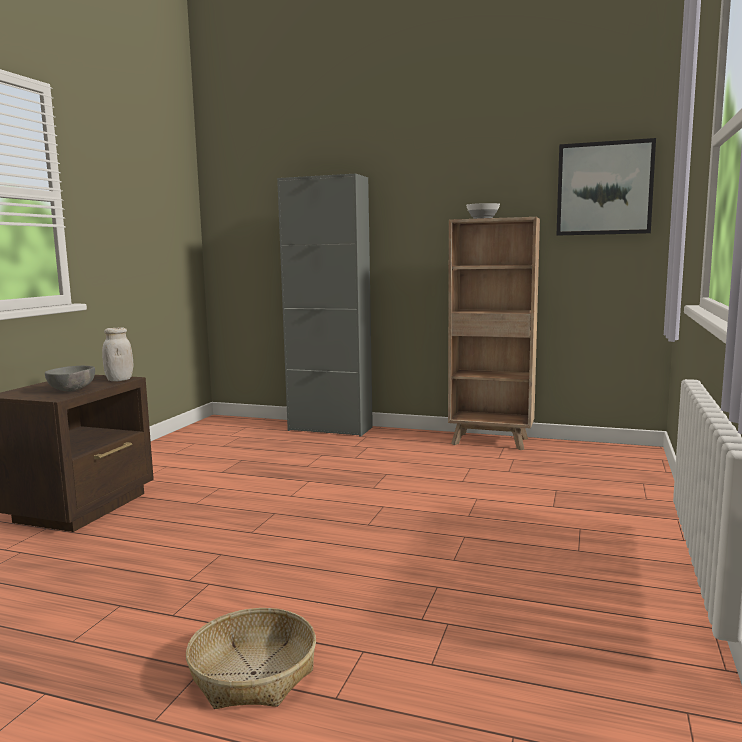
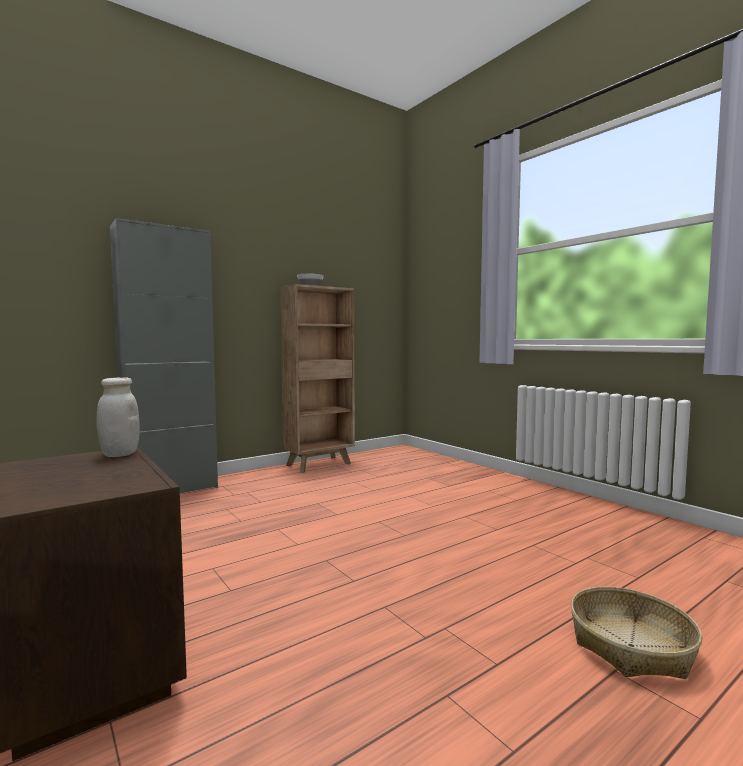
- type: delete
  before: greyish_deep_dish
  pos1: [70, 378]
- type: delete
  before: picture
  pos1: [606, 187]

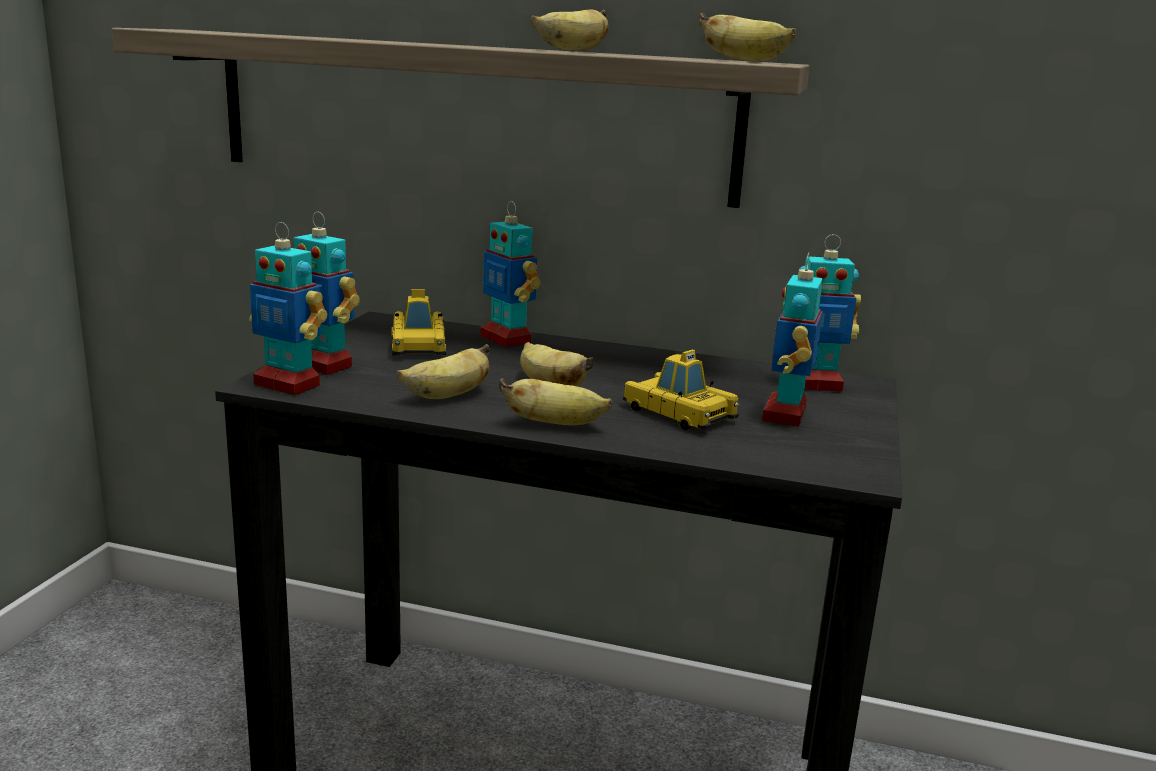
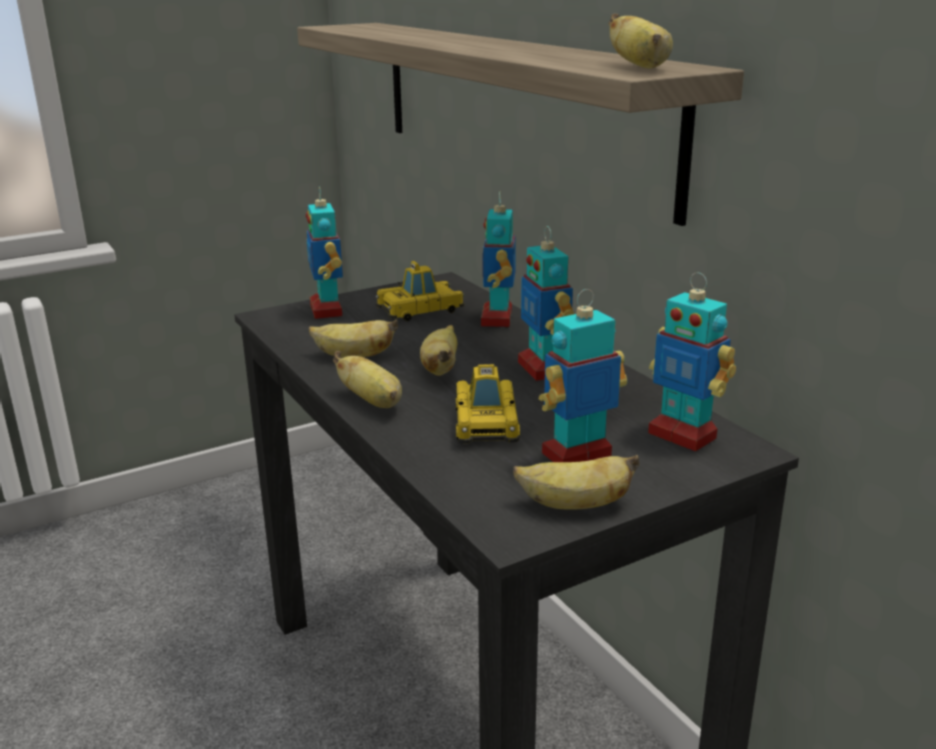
- type: move
  before: model_robot
  pos1: [288, 308]
  pos2: [546, 303]
- type: move
  before: whole_banana
  pos1: [570, 30]
  pos2: [576, 482]
- type: rotate
  before: miniature_car
  pos1: [419, 322]
  pos2: [420, 291]
  turn: -150

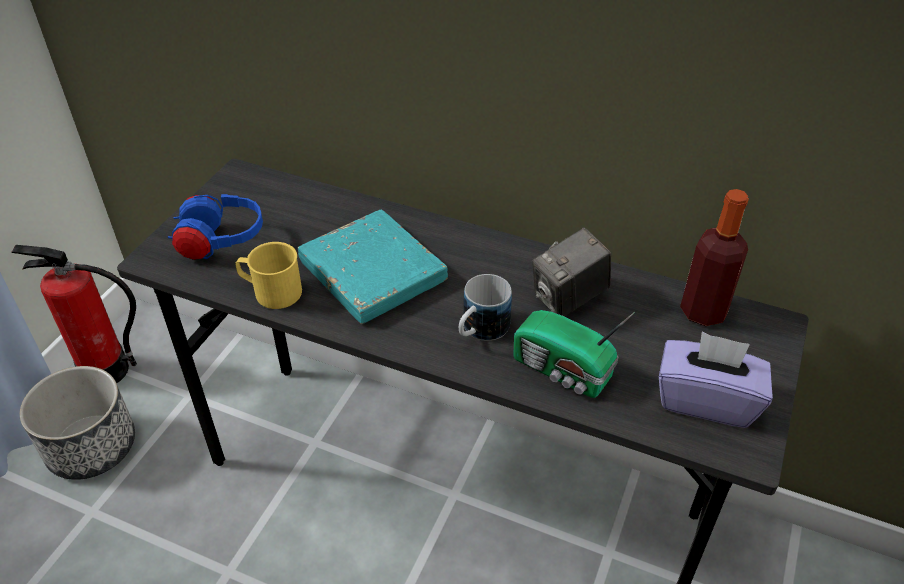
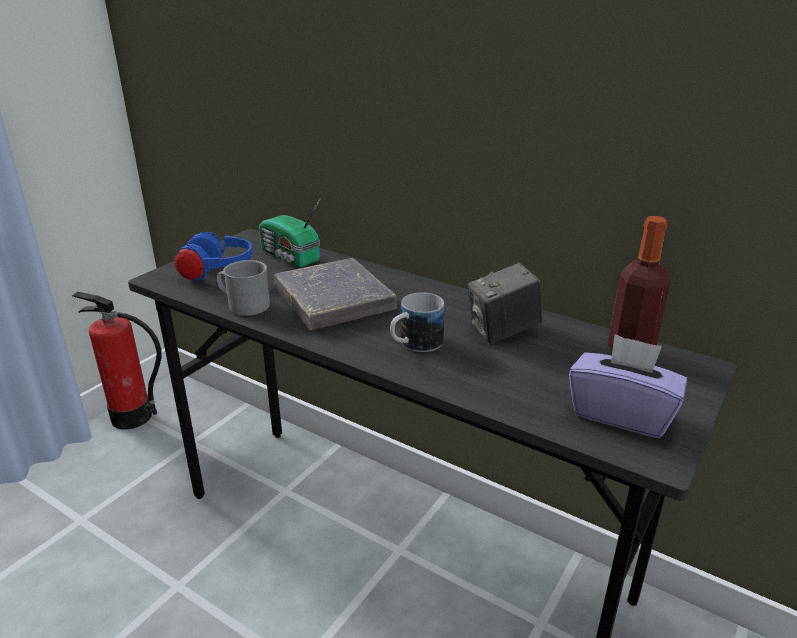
- type: delete
  before: plant_pot
  pos1: [77, 423]
- type: move
  before: radio_set
  pos1: [574, 354]
  pos2: [290, 232]
- type: recolor
  before: yellow-coloured_coffee_mug
  after: greyish_coffee_mug
  pos1: [268, 275]
  pos2: [243, 288]
- type: recolor
  before: turquoise_bound_book
  after: greyish_bound_book
  pos1: [373, 266]
  pos2: [335, 294]

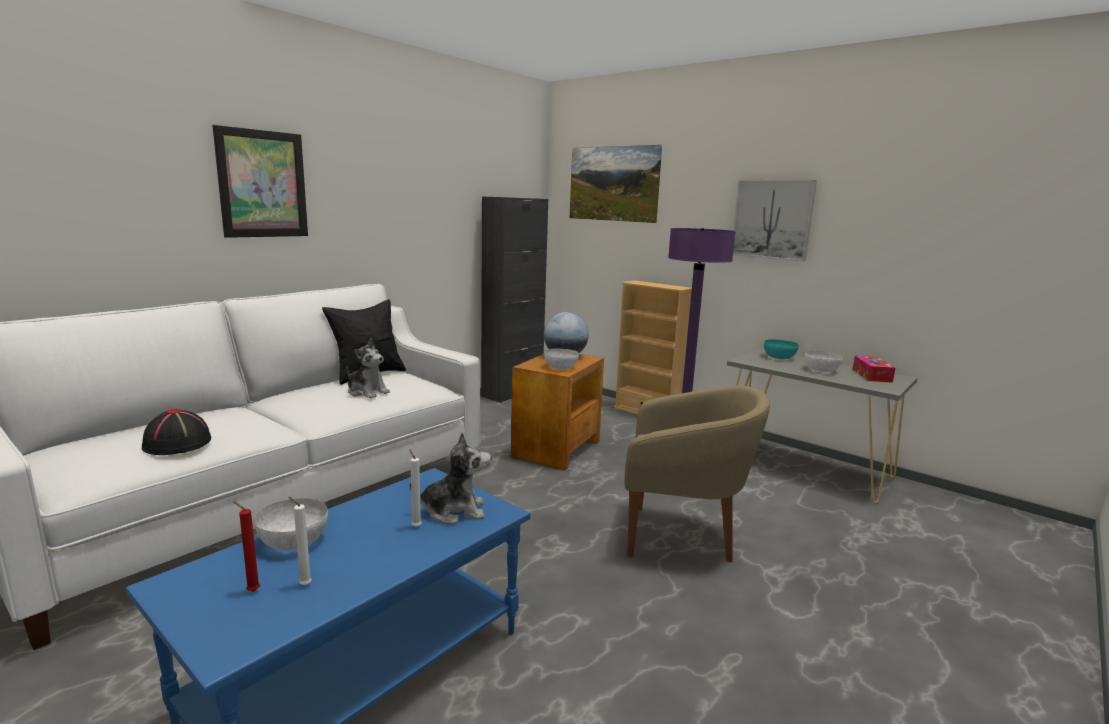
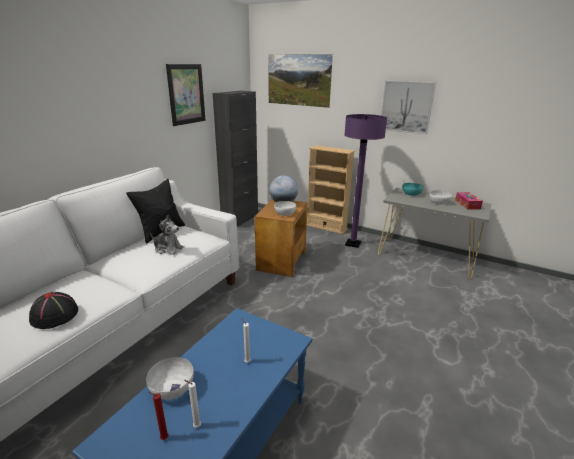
- type: delete
  before: plush_toy
  pos1: [450, 478]
- type: delete
  before: beige-coloured_armchair
  pos1: [697, 474]
- type: move
  before: picture
  pos1: [260, 181]
  pos2: [186, 95]

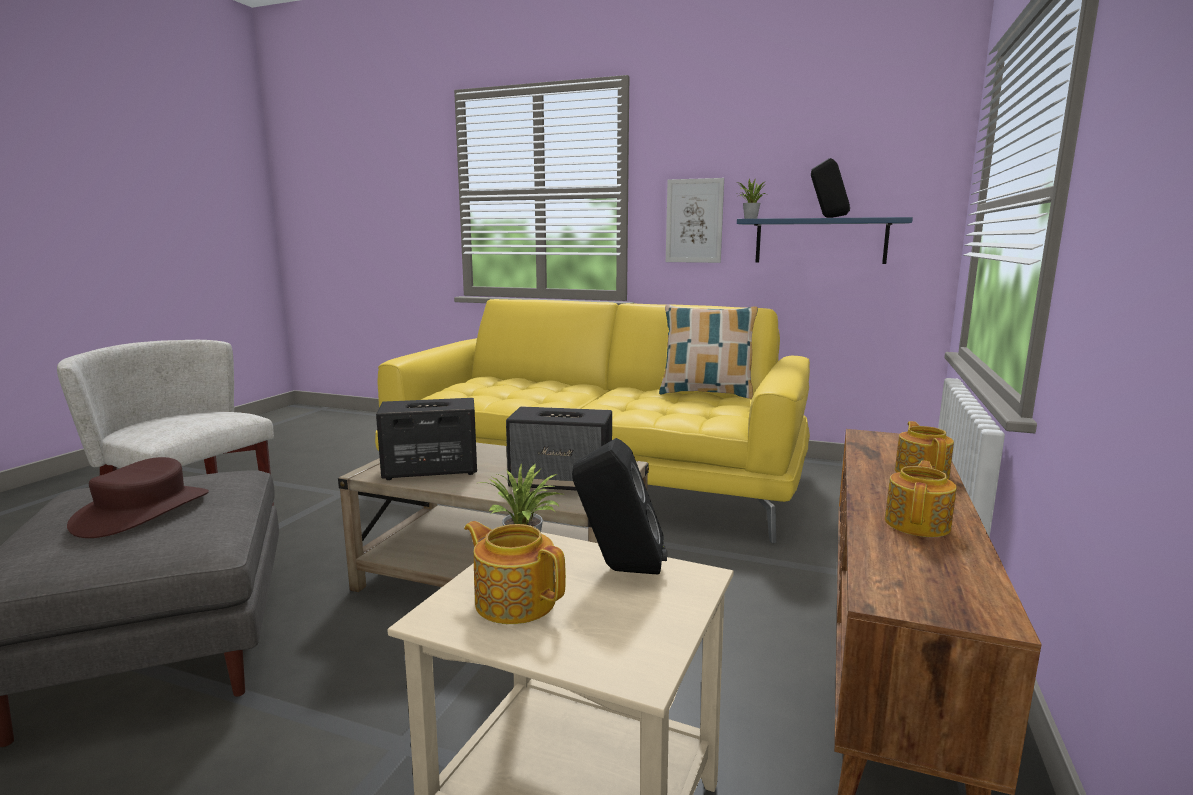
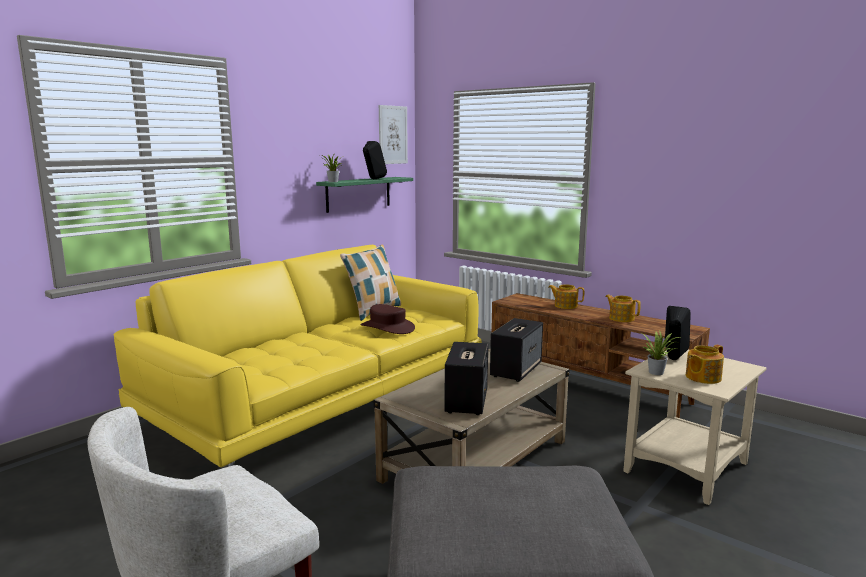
- type: move
  before: brown-coloured_hat
  pos1: [138, 497]
  pos2: [387, 319]
- type: move
  before: picture
  pos1: [695, 220]
  pos2: [393, 134]
- type: recolor
  before: blue_shelf
  after: green-coloured_shelf
  pos1: [825, 240]
  pos2: [364, 195]

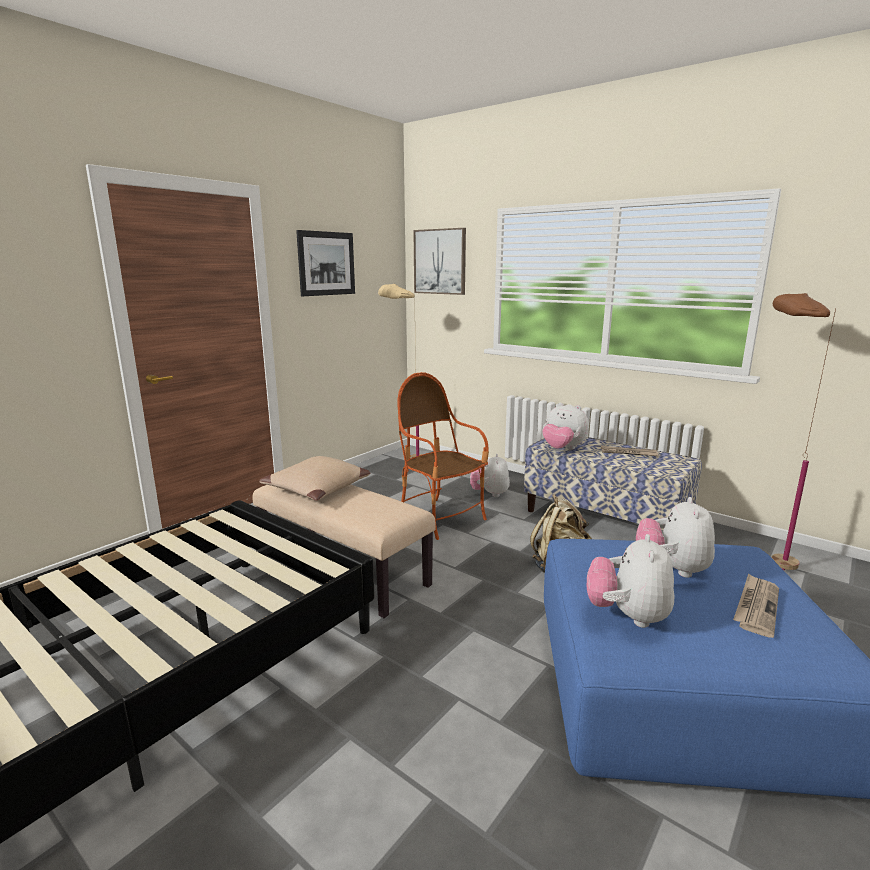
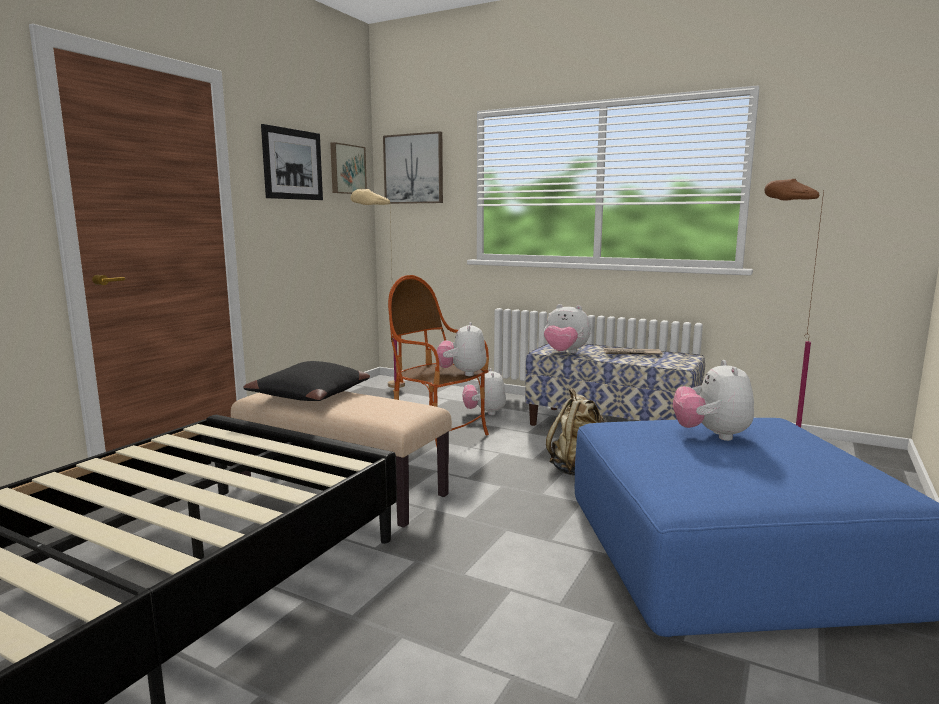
- type: delete
  before: newspaper
  pos1: [756, 605]
- type: insert
  after: picture
  pos2: [348, 168]
- type: move
  before: plush_toy
  pos1: [630, 581]
  pos2: [461, 349]
- type: recolor
  before: beige-coloured_cushion
  after: black_cushion
  pos1: [314, 478]
  pos2: [306, 381]

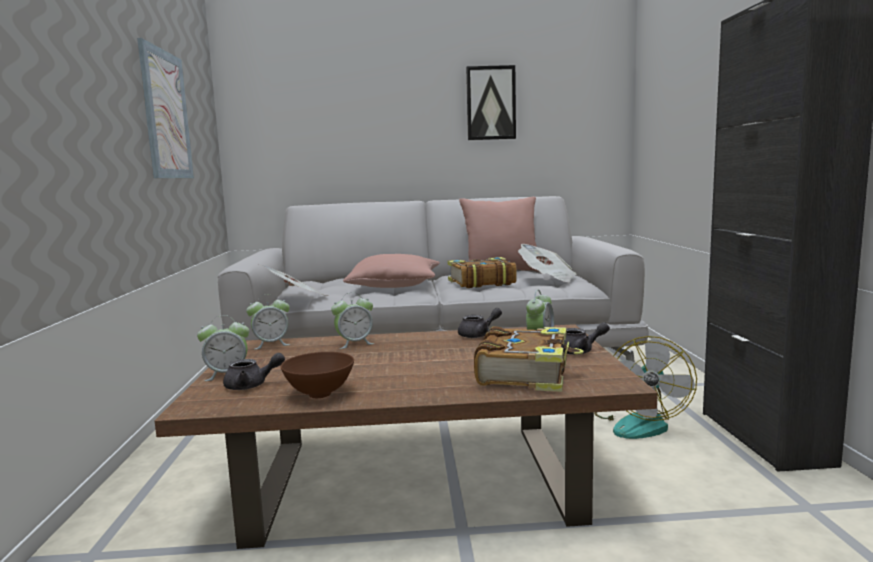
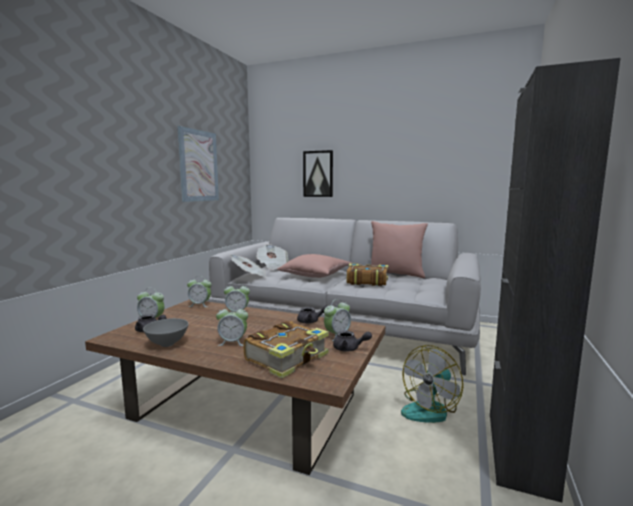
- type: insert
  after: bedside_clock
  pos2: [232, 325]
- type: move
  before: picture
  pos1: [491, 102]
  pos2: [318, 173]
- type: move
  before: newspaper
  pos1: [547, 263]
  pos2: [272, 257]
- type: recolor
  before: brown-coloured_deep_dish
  after: greyish_deep_dish
  pos1: [317, 375]
  pos2: [166, 332]

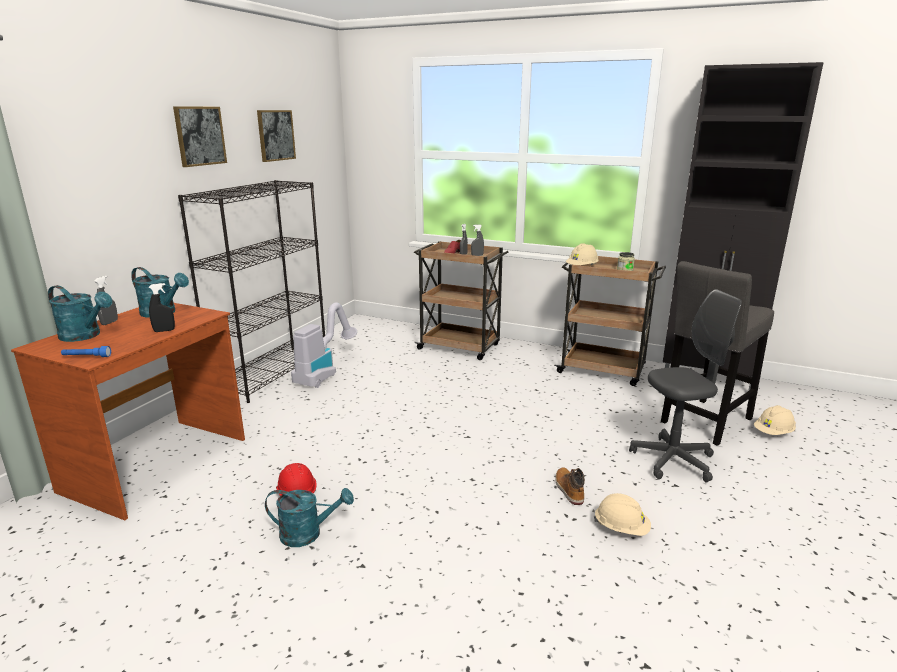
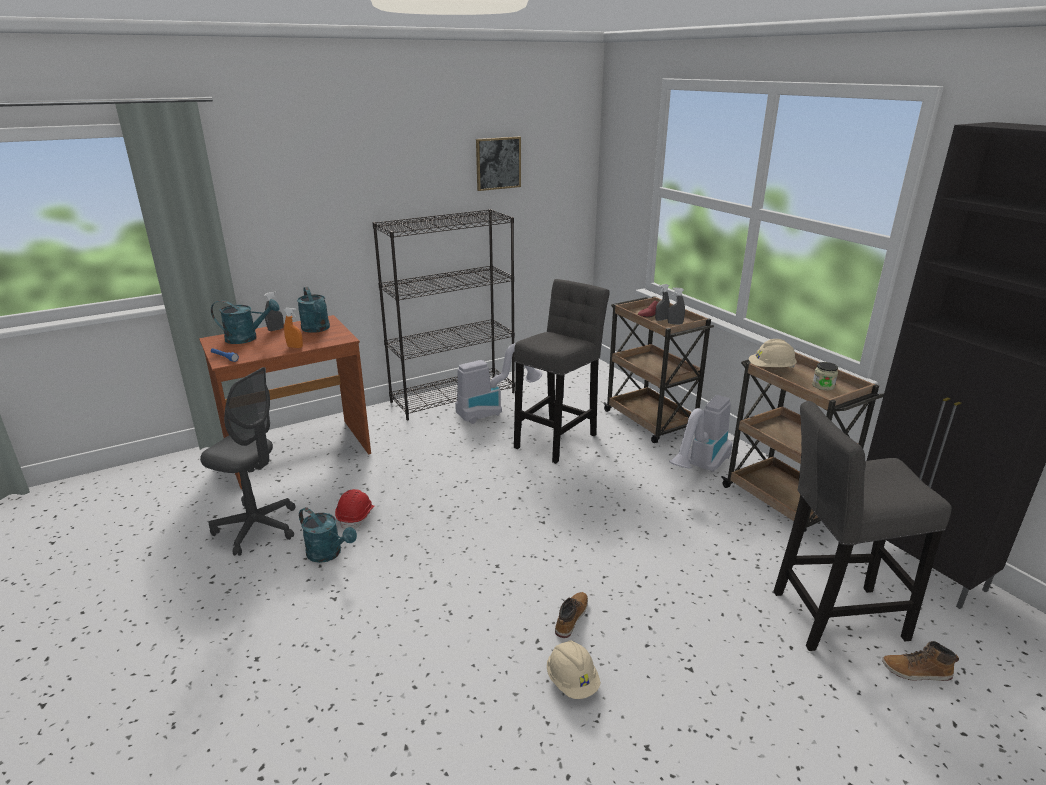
- type: delete
  before: picture
  pos1: [200, 136]
- type: insert
  after: greyish_stool_seat
  pos2: [562, 371]
- type: insert
  after: vacuum_cleaner
  pos2: [700, 433]
- type: move
  before: greyish_office_chair
  pos1: [685, 386]
  pos2: [247, 461]
- type: replace
  before: beige-coloured_work_helmet
  after: high-top_boot
  pos1: [775, 420]
  pos2: [920, 661]
- type: recolor
  before: black_spray_bottle
  after: orangey_spray_bottle
  pos1: [162, 307]
  pos2: [293, 328]
- type: rotate
  before: turquoise_watering_can
  pos1: [80, 313]
  pos2: [245, 321]
  turn: -60

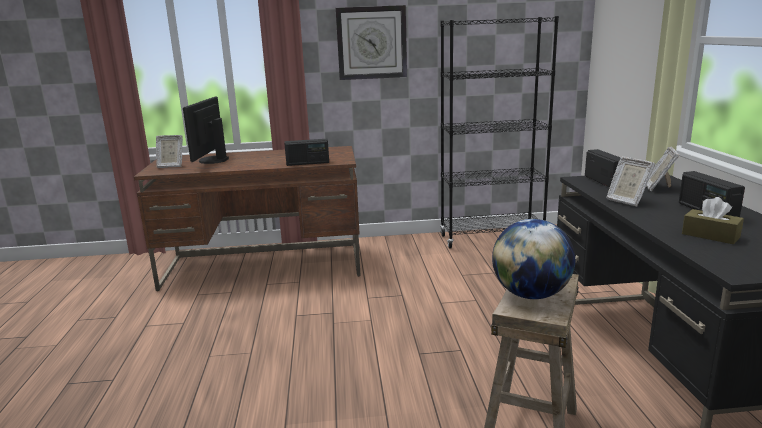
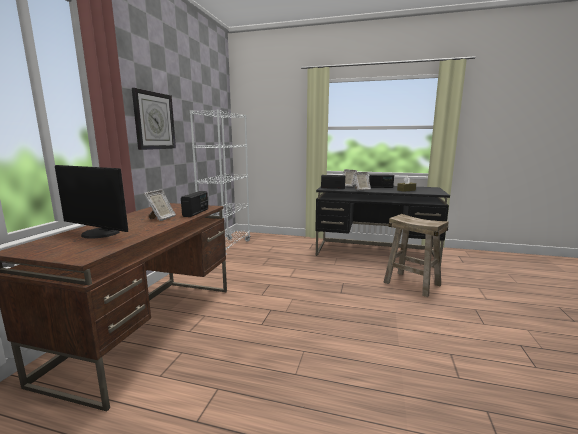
- type: delete
  before: desk_globe
  pos1: [533, 259]
- type: move
  before: standing_frame
  pos1: [169, 151]
  pos2: [160, 205]
- type: recolor
  before: black_bookshelf
  after: white-coloured_bookshelf
  pos1: [499, 132]
  pos2: [220, 182]

